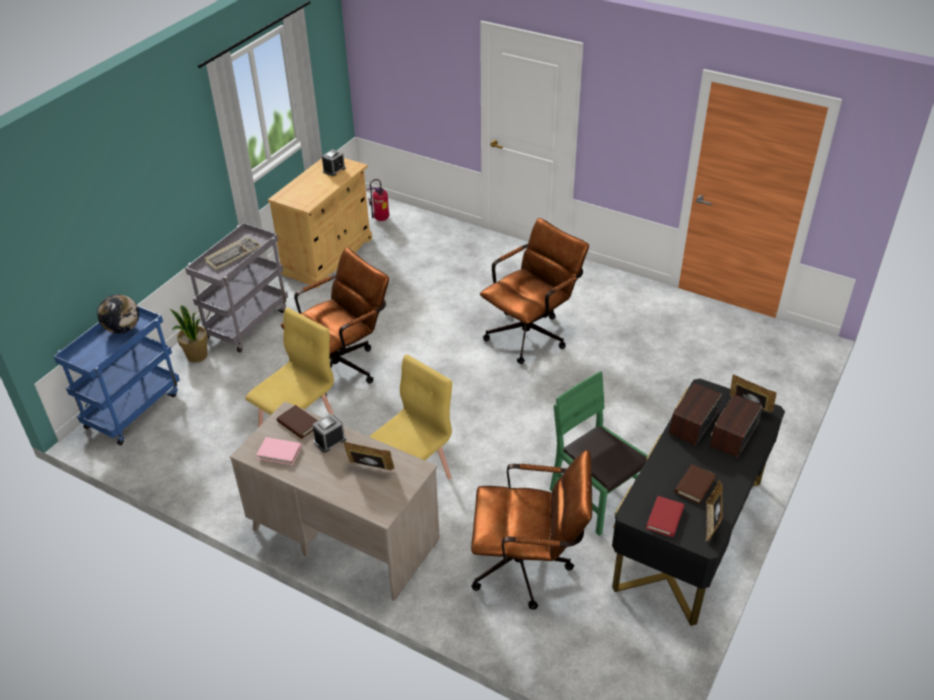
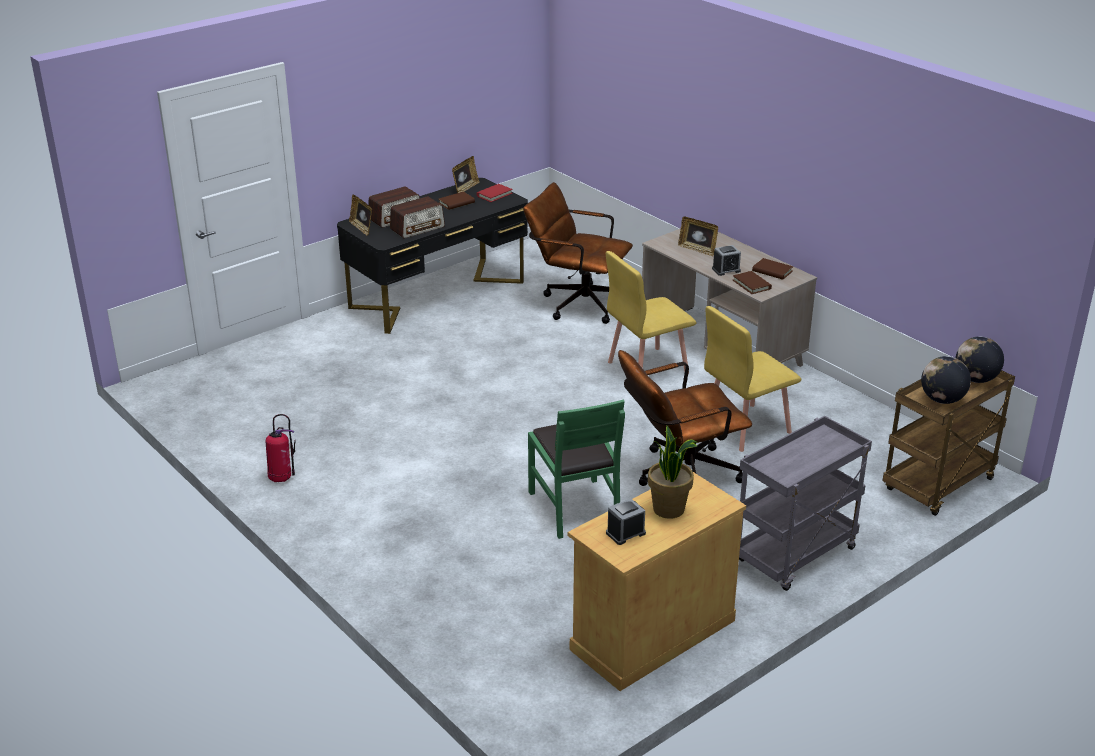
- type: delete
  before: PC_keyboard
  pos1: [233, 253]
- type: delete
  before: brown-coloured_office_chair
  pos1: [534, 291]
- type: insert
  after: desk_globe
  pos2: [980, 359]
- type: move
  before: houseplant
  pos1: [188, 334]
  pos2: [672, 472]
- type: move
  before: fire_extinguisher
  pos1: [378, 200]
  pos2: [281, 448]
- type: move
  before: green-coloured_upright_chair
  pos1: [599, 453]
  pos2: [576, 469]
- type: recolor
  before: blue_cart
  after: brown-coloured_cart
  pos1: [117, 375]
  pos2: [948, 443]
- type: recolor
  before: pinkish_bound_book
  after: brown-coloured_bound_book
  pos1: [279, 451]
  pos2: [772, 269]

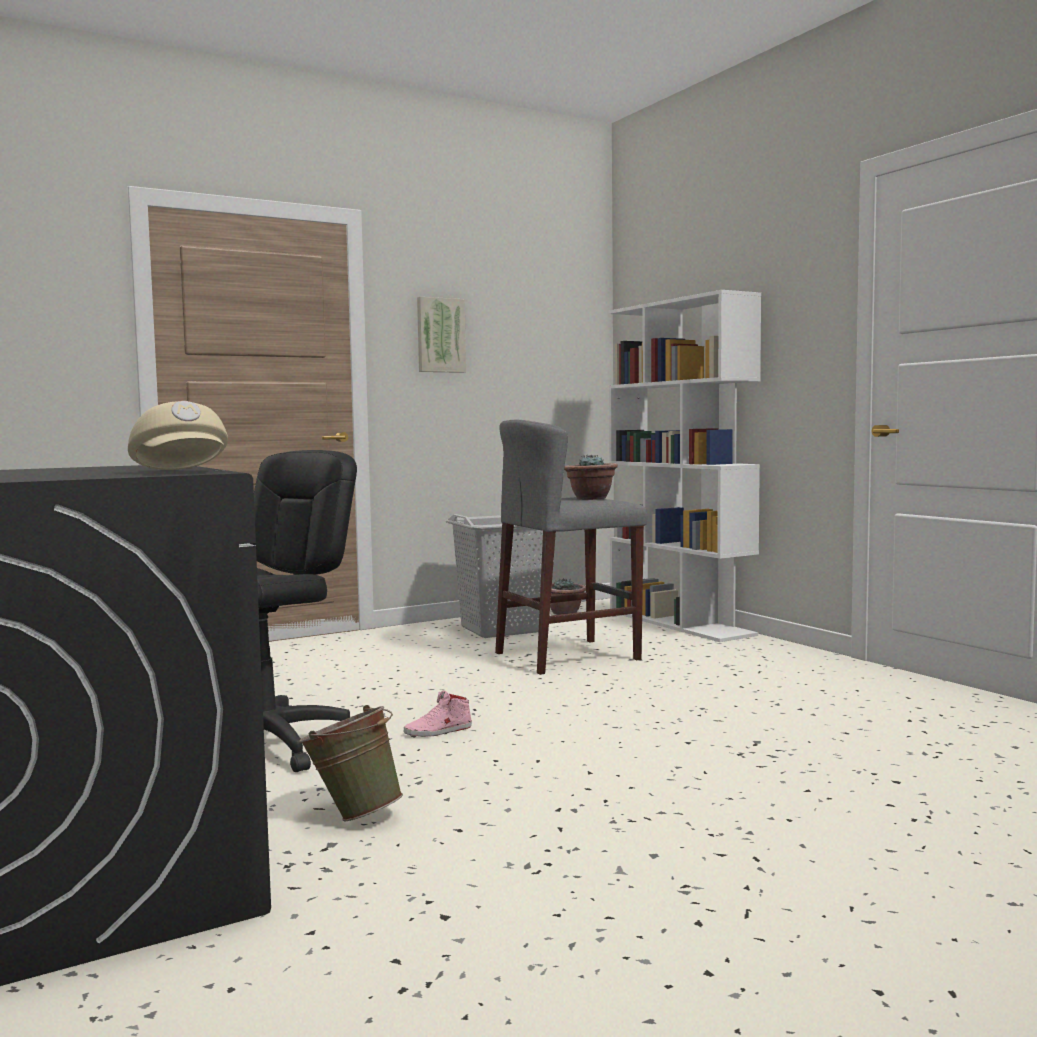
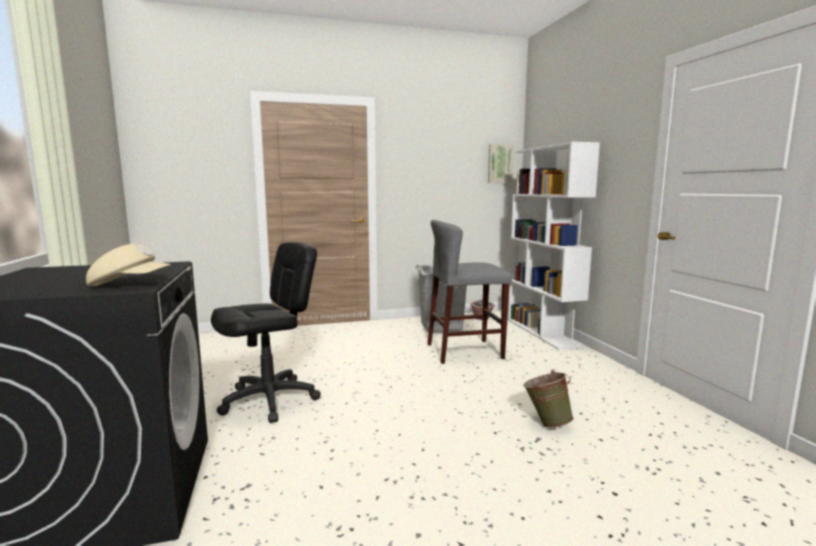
- type: delete
  before: pinkish_shoe
  pos1: [438, 714]
- type: delete
  before: houseplant
  pos1: [591, 477]
- type: move
  before: green-coloured_pail
  pos1: [351, 763]
  pos2: [548, 399]
- type: move
  before: picture
  pos1: [441, 335]
  pos2: [501, 163]
- type: rotate
  before: beige-coloured_peaked_cap
  pos1: [178, 435]
  pos2: [128, 265]
  turn: -75

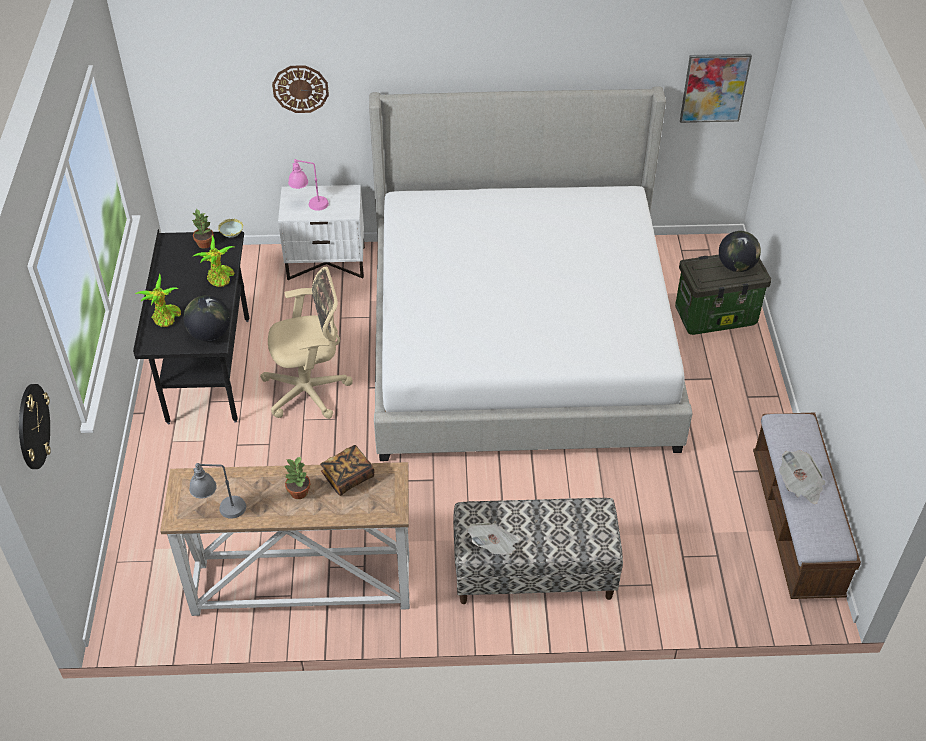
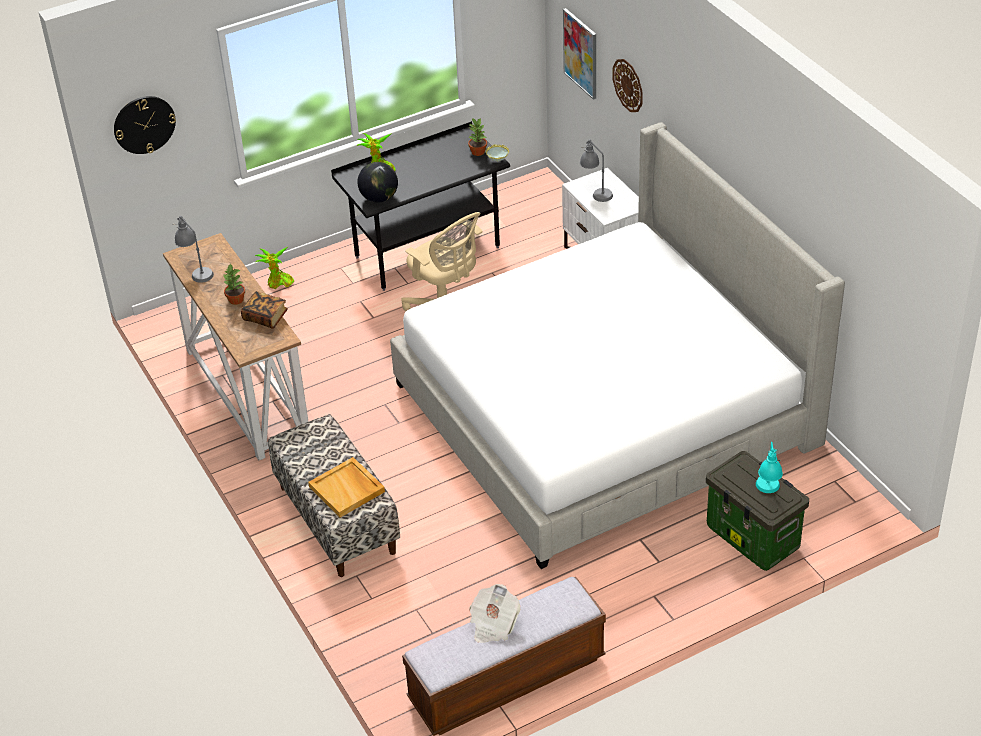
- type: delete
  before: newspaper
  pos1: [493, 539]
- type: insert
  after: beige-coloured_tray
  pos2: [346, 487]
- type: move
  before: houseplant
  pos1: [213, 261]
  pos2: [274, 268]
- type: move
  before: picture
  pos1: [716, 88]
  pos2: [579, 54]
- type: replace
  before: desk_globe
  after: turquoise_tabletop_lamp
  pos1: [740, 251]
  pos2: [769, 467]
- type: recolor
  before: pinkish_tabletop_lamp
  after: greyish_tabletop_lamp
  pos1: [308, 185]
  pos2: [596, 170]

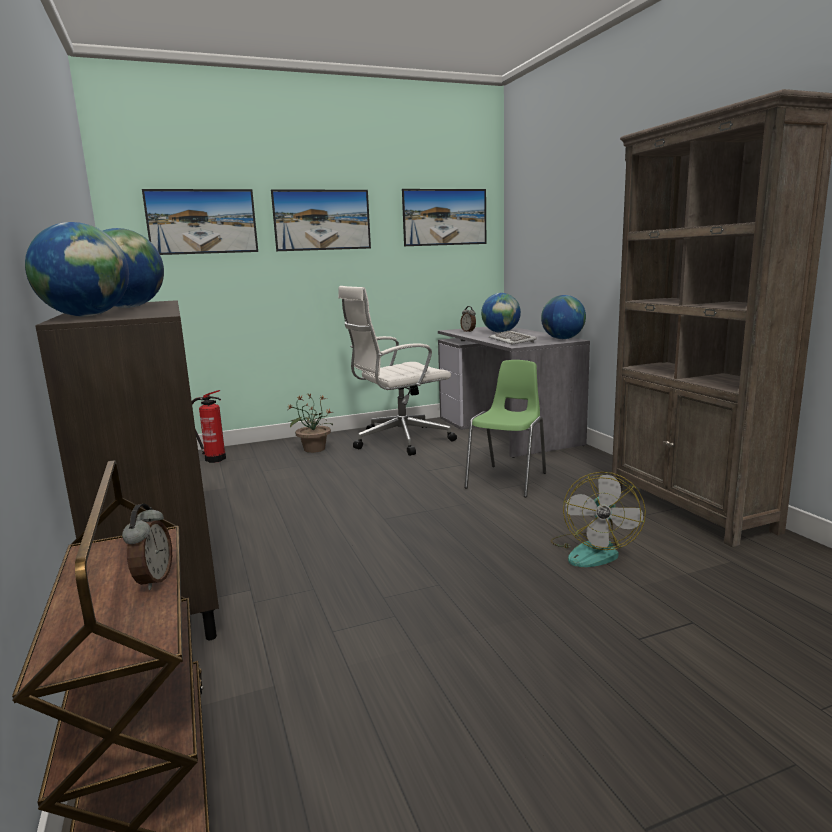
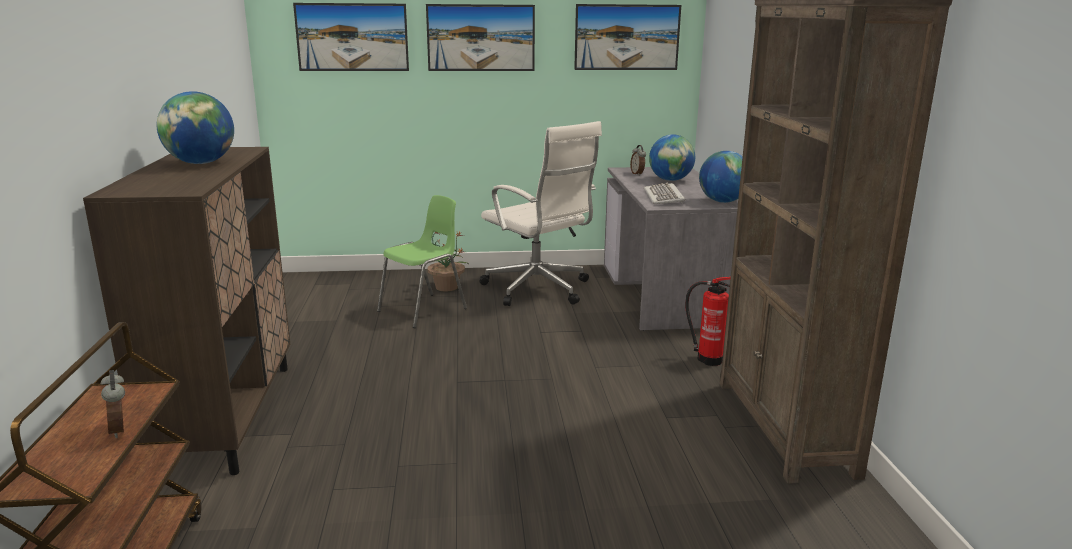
- type: delete
  before: desk_globe
  pos1: [77, 269]
- type: delete
  before: cooling_fan
  pos1: [598, 519]
- type: move
  before: fire_extinguisher
  pos1: [209, 426]
  pos2: [708, 321]
- type: move
  before: green-coloured_upright_chair
  pos1: [505, 428]
  pos2: [422, 261]
- type: rotate
  before: bedside_clock
  pos1: [147, 547]
  pos2: [113, 404]
  turn: 135
- type: rotate
  before: white-coloured_office_chair
  pos1: [397, 371]
  pos2: [540, 213]
  turn: -120

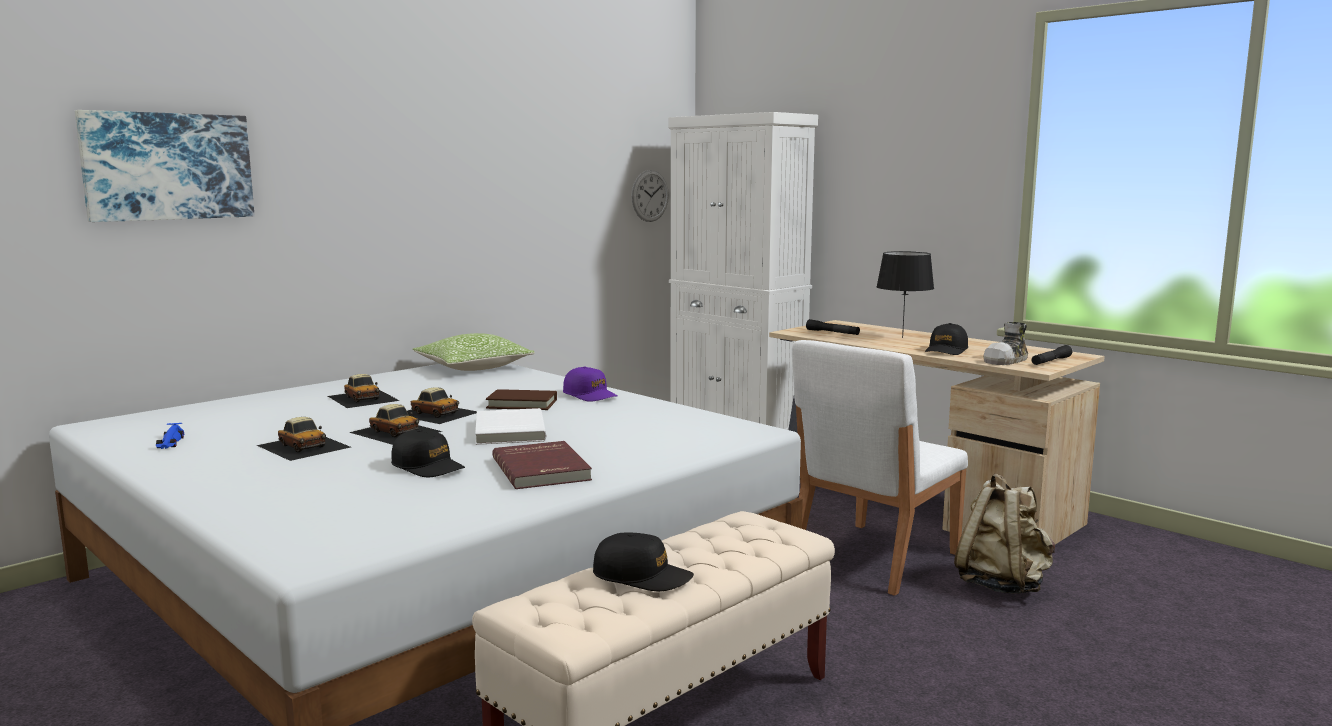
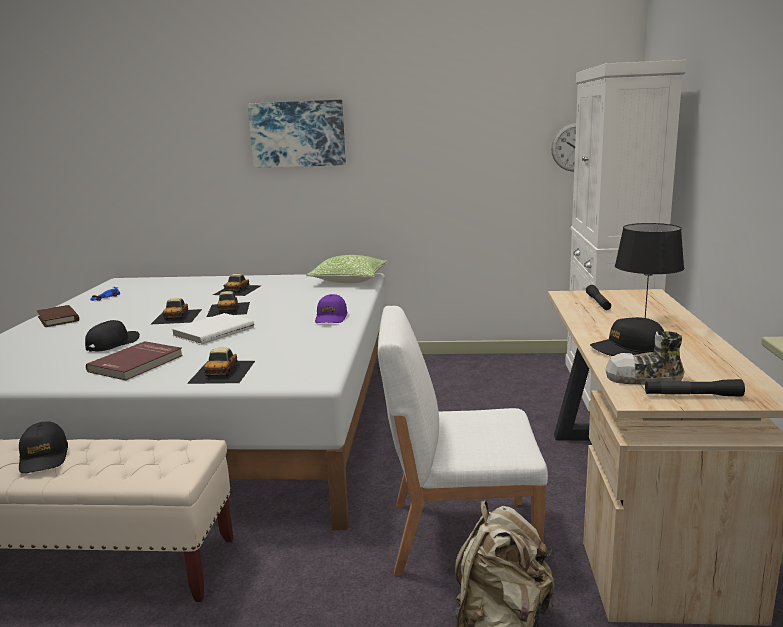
- type: move
  before: picture
  pos1: [164, 166]
  pos2: [297, 134]
- type: move
  before: miniature_car
  pos1: [304, 439]
  pos2: [221, 366]
- type: move
  before: brown-coloured_bound_book
  pos1: [521, 399]
  pos2: [58, 316]
- type: rotate
  before: black_peaked_cap
  pos1: [428, 453]
  pos2: [112, 336]
  turn: -150

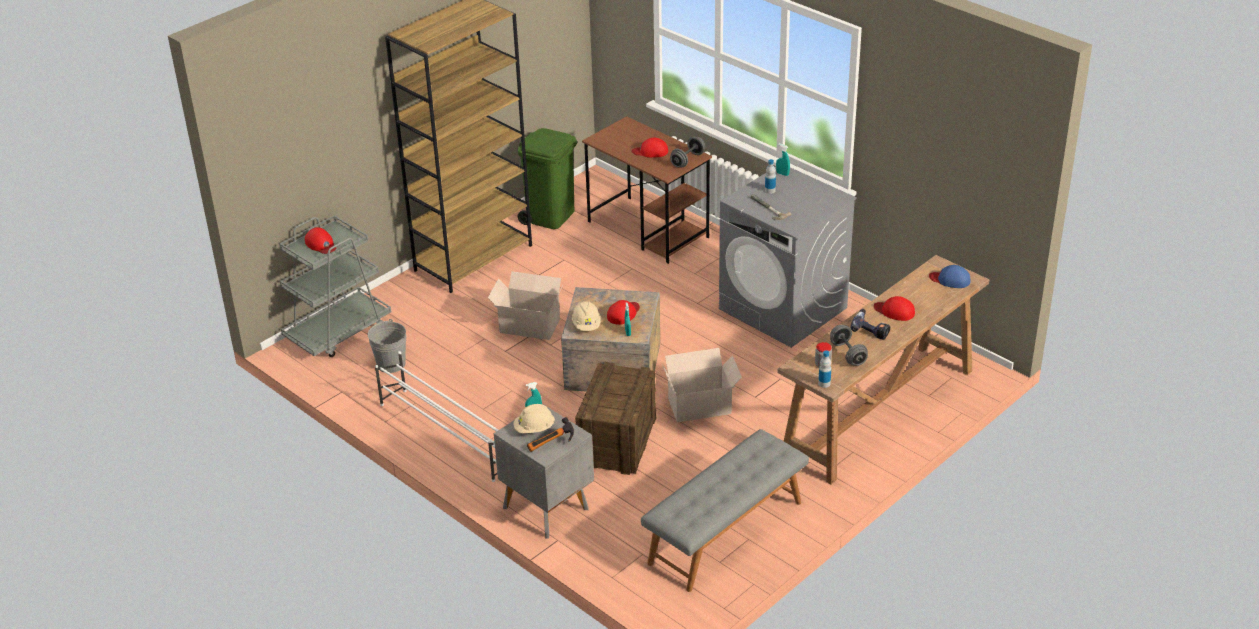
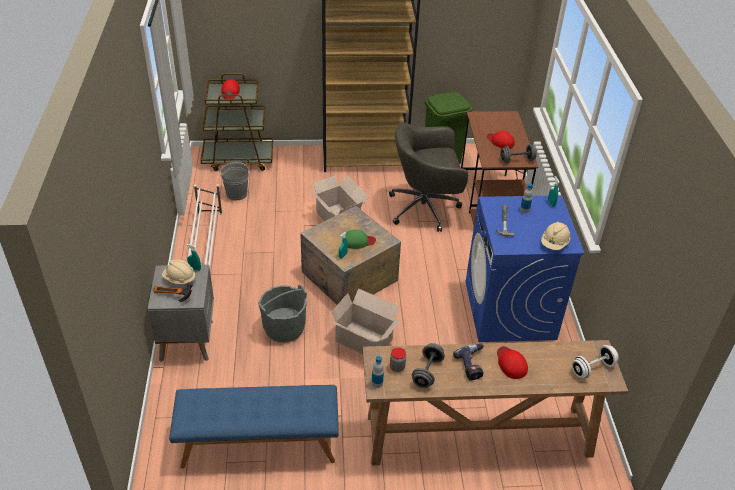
- type: insert
  after: greyish_office_chair
  pos2: [429, 177]
- type: move
  before: beige-coloured_work_helmet
  pos1: [586, 316]
  pos2: [555, 236]
- type: replace
  before: crate
  after: greyish_pail
  pos1: [615, 418]
  pos2: [282, 313]
- type: replace
  before: blue_peaked_cap
  after: white-coloured_free_weight
  pos1: [949, 276]
  pos2: [595, 361]
- type: recolor
  before: greyish_cart
  after: brown-coloured_cart
  pos1: [335, 286]
  pos2: [236, 122]
- type: recolor
  before: reddish_peaked_cap
  after: green-coloured_peaked_cap
  pos1: [623, 312]
  pos2: [361, 239]
- type: recolor
  before: greyish_bench
  after: blue_bench
  pos1: [725, 510]
  pos2: [254, 427]
- type: recolor
  before: greyish_laundry_appliance
  after: blue_laundry_appliance
  pos1: [788, 257]
  pos2: [525, 268]

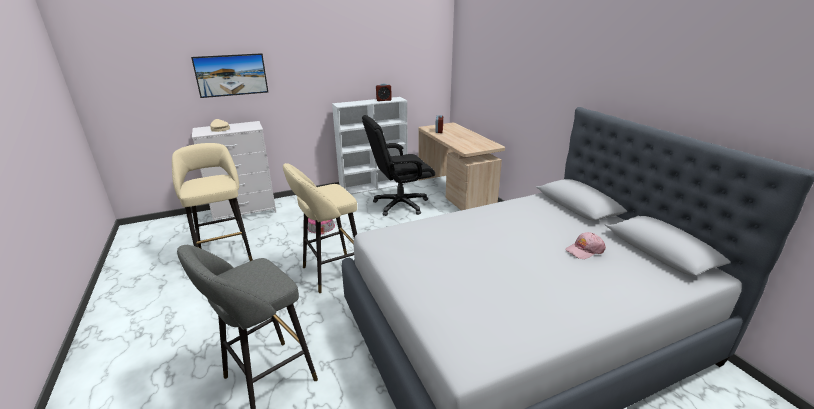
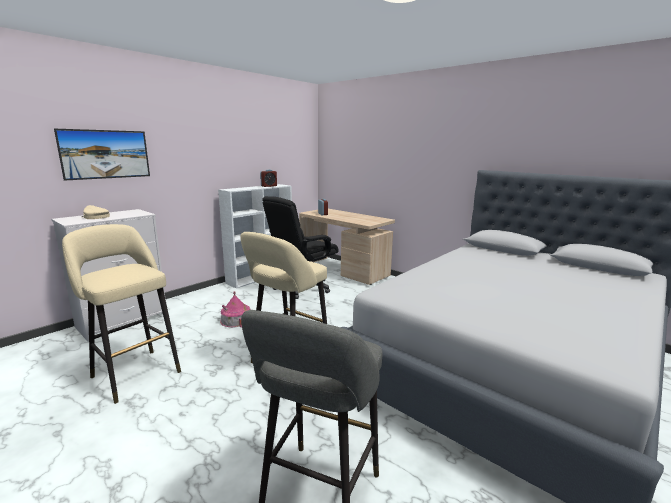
- type: delete
  before: pinkish_peaked_cap
  pos1: [585, 245]

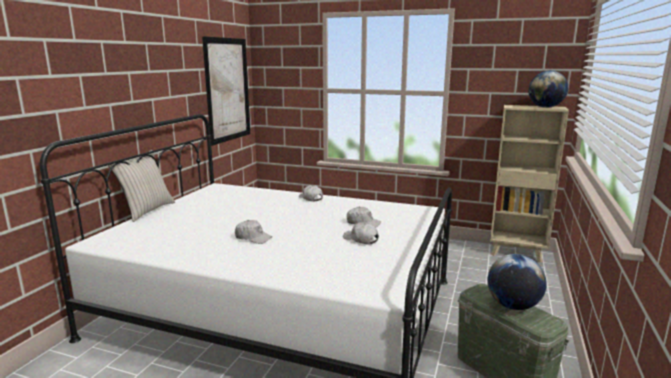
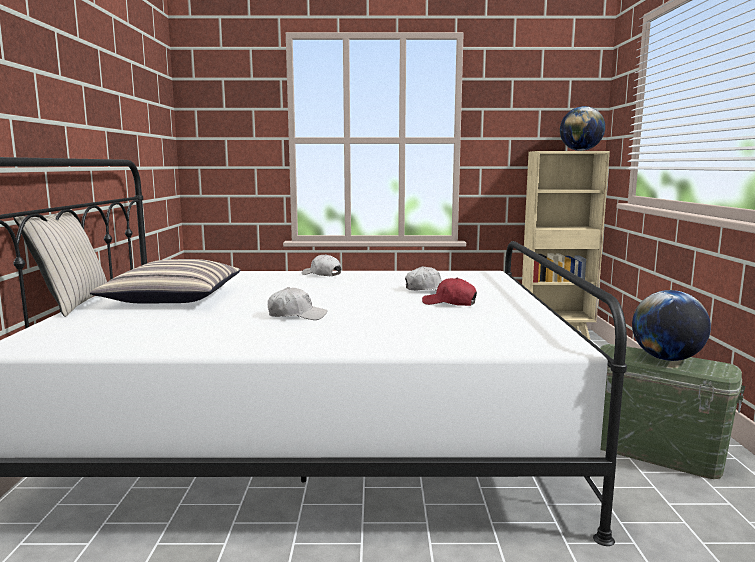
- type: delete
  before: picture
  pos1: [226, 91]
- type: insert
  after: cushion
  pos2: [165, 281]
- type: recolor
  before: white-coloured_peaked_cap
  after: reddish_peaked_cap
  pos1: [361, 233]
  pos2: [449, 292]

